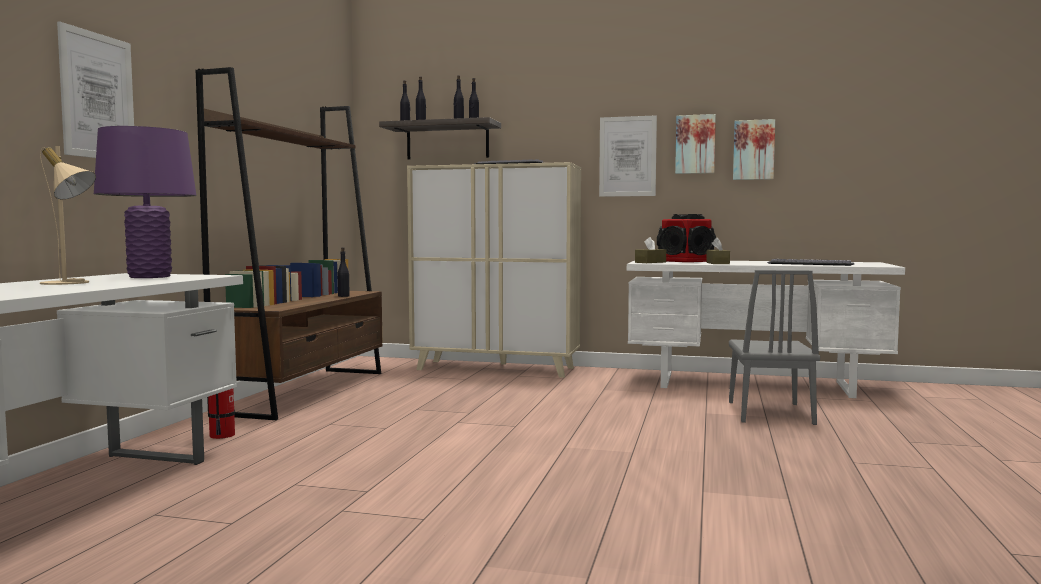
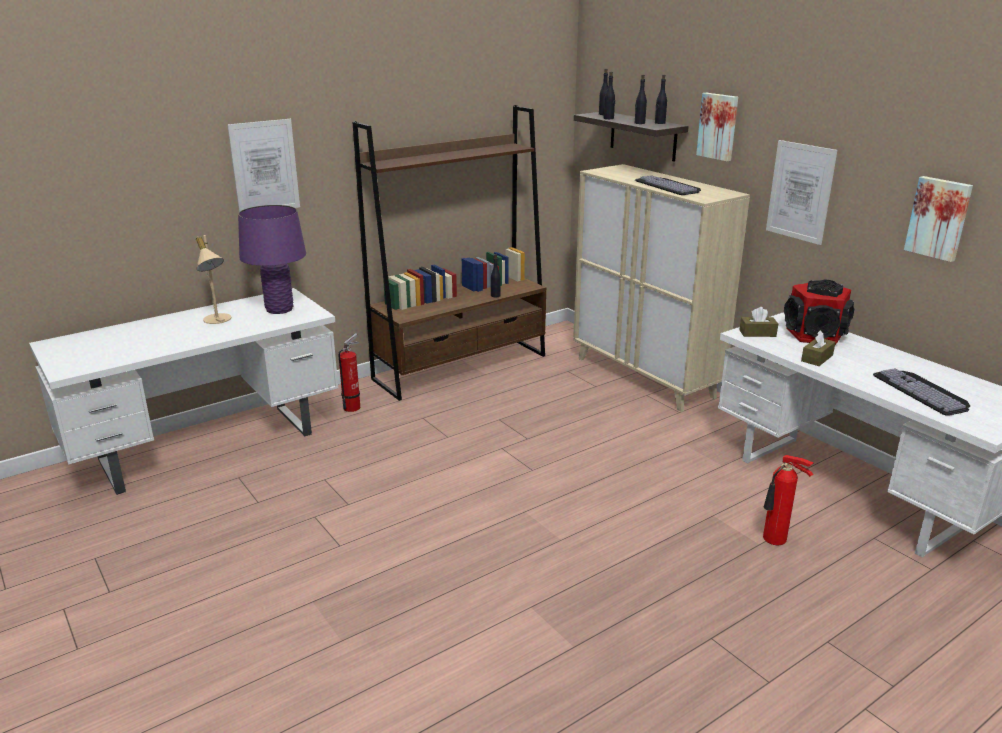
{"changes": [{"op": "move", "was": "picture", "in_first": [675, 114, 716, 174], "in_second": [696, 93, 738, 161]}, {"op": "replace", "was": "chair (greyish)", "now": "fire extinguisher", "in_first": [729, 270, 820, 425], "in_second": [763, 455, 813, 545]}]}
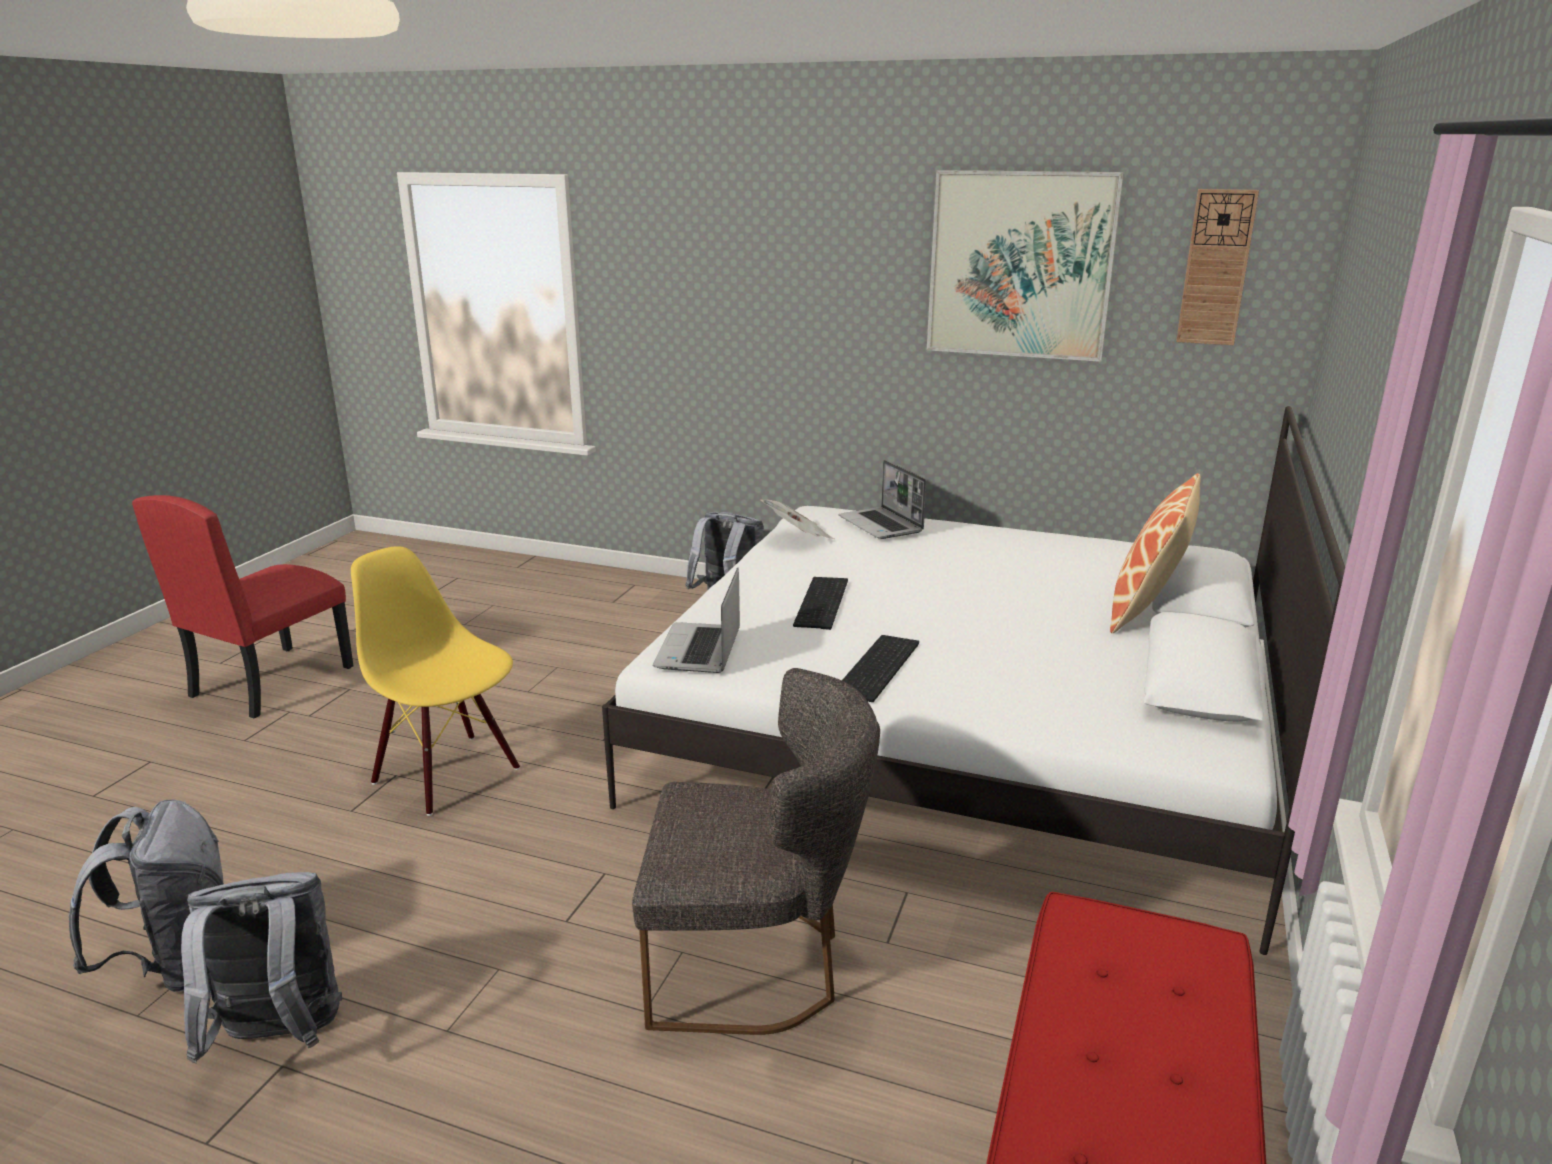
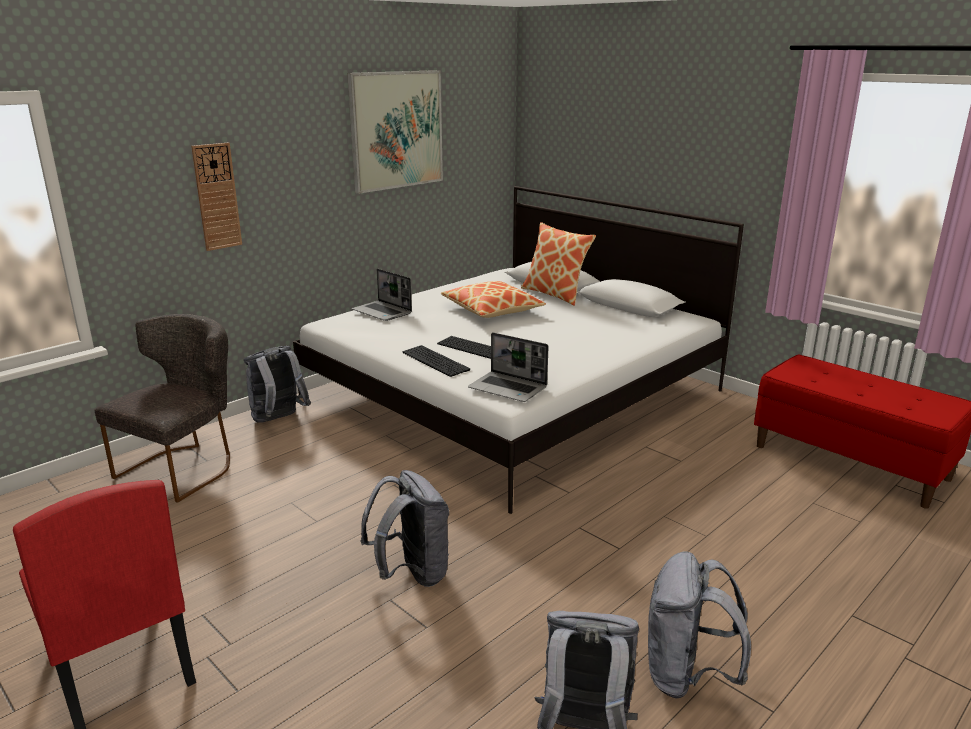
{"changes": [{"op": "move", "was": "chair (greyish)", "in_first": [632, 668, 880, 1035], "in_second": [95, 314, 230, 503]}, {"op": "move", "was": "clock on the wall", "in_first": [1176, 189, 1259, 345], "in_second": [191, 143, 242, 251]}, {"op": "rotate", "was": "notebook computer", "in_first": [839, 460, 926, 539], "in_second": [352, 269, 412, 321], "clockwise": 45}, {"op": "replace", "was": "chair (yellowish)", "now": "knapsack (greyish)", "in_first": [351, 546, 520, 816], "in_second": [360, 470, 449, 587]}, {"op": "move", "was": "computer keyboard", "in_first": [842, 635, 919, 702], "in_second": [402, 345, 470, 377]}, {"op": "insert", "now": "throw pillow", "in_second": [441, 281, 546, 318]}, {"op": "delete", "was": "daily paper", "in_first": [761, 499, 834, 539]}]}
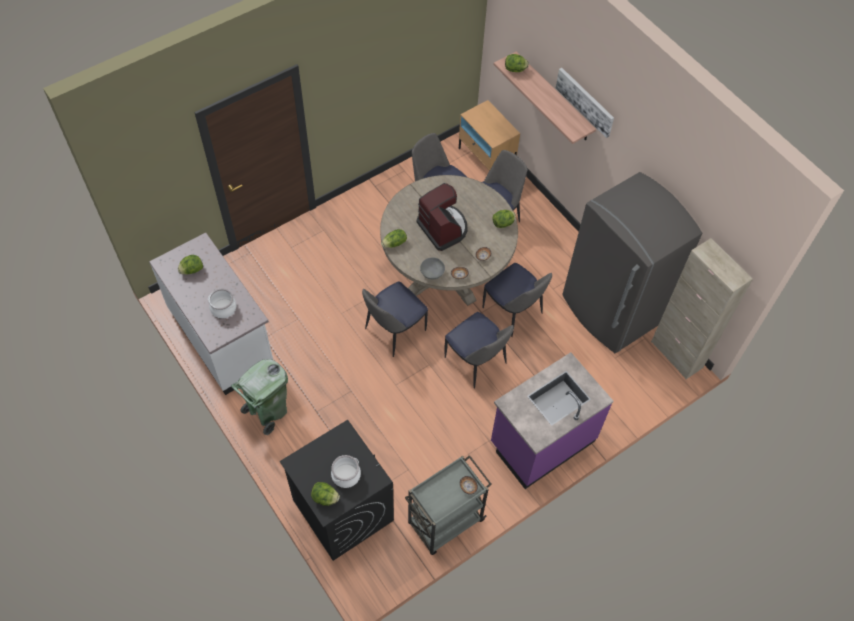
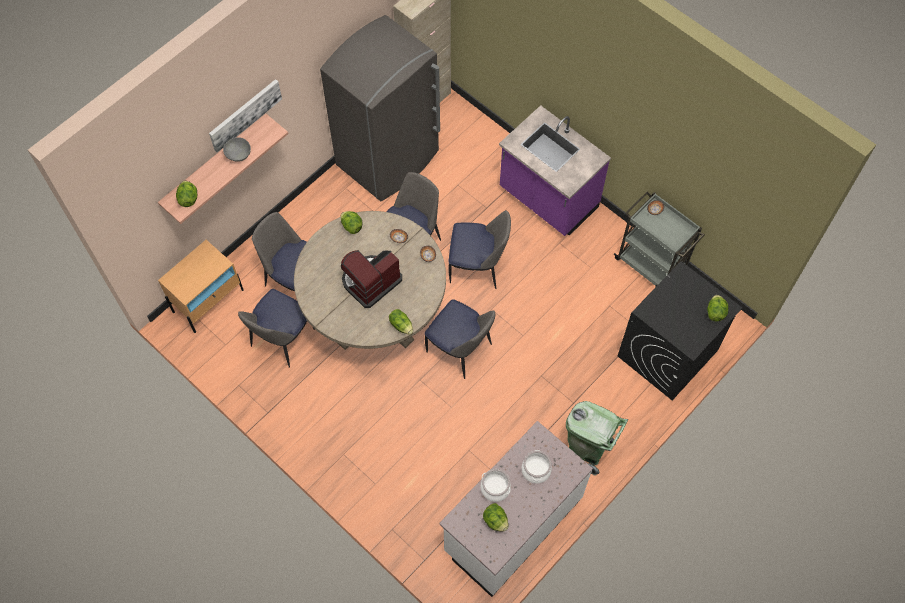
{"changes": [{"op": "move", "was": "deep dish (greyish)", "in_first": [420, 257, 445, 279], "in_second": [223, 137, 251, 162]}, {"op": "rotate", "was": "chair", "in_first": [444, 312, 514, 389], "in_second": [449, 210, 511, 289], "clockwise": 60}, {"op": "move", "was": "saucepot", "in_first": [331, 455, 361, 488], "in_second": [481, 469, 511, 502]}]}
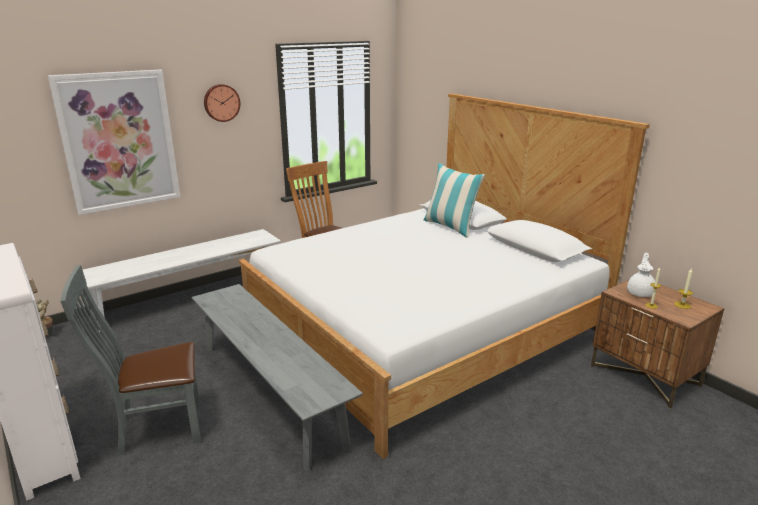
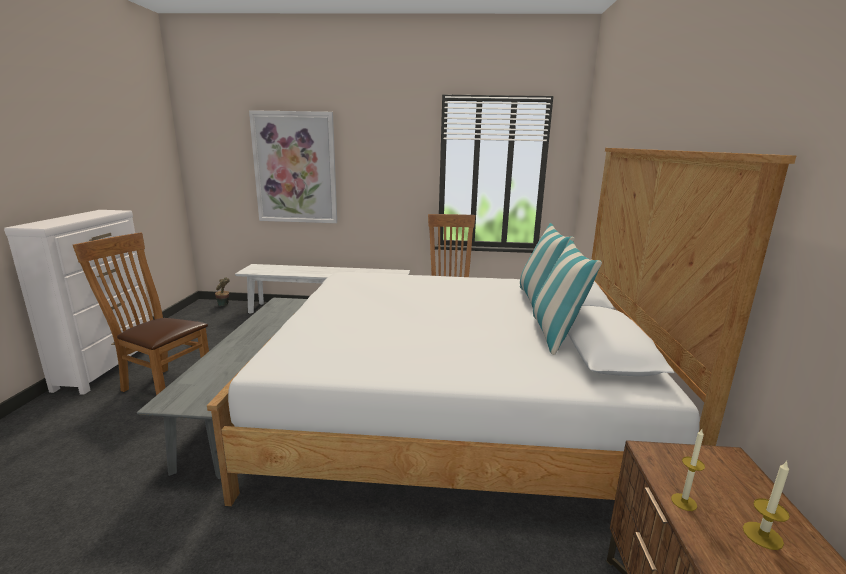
{"changes": [{"op": "recolor", "was": "chair (greyish)", "now": "chair (brown)", "in_first": [60, 265, 201, 455], "in_second": [73, 233, 209, 395]}, {"op": "insert", "now": "throw pillow", "in_second": [533, 240, 602, 355]}, {"op": "delete", "was": "clock on the wall", "in_first": [204, 84, 240, 122]}, {"op": "delete", "was": "teapot (white)", "in_first": [627, 253, 655, 297]}]}
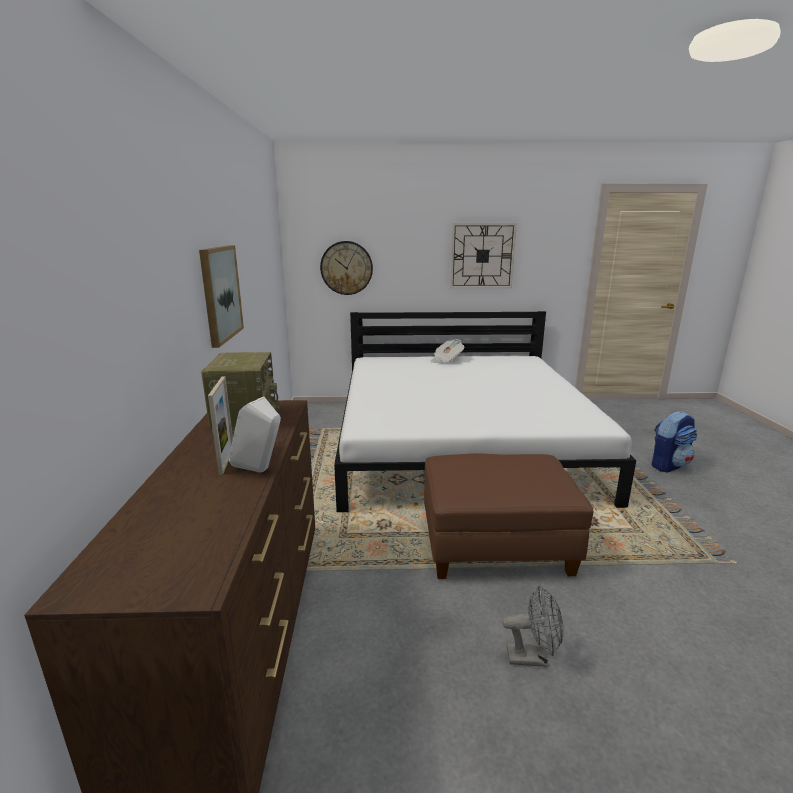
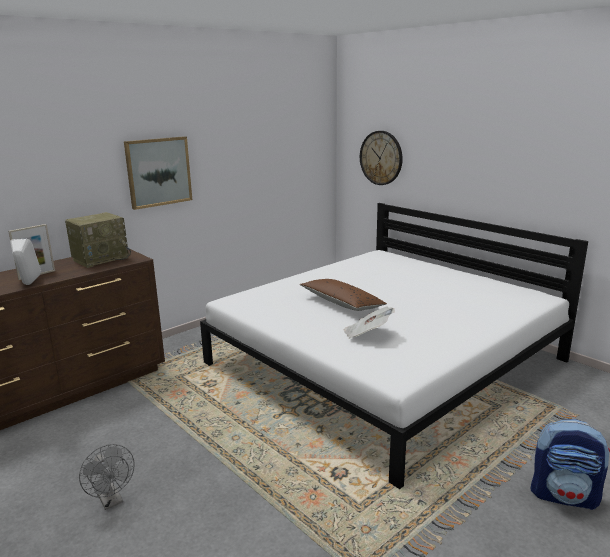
{"changes": [{"op": "insert", "now": "throw pillow (brown)", "in_second": [300, 279, 387, 311]}, {"op": "move", "was": "daily paper", "in_first": [431, 339, 464, 363], "in_second": [344, 306, 395, 339]}, {"op": "delete", "was": "pouffe (brown)", "in_first": [424, 453, 593, 579]}, {"op": "delete", "was": "clock on the wall", "in_first": [450, 223, 517, 288]}]}
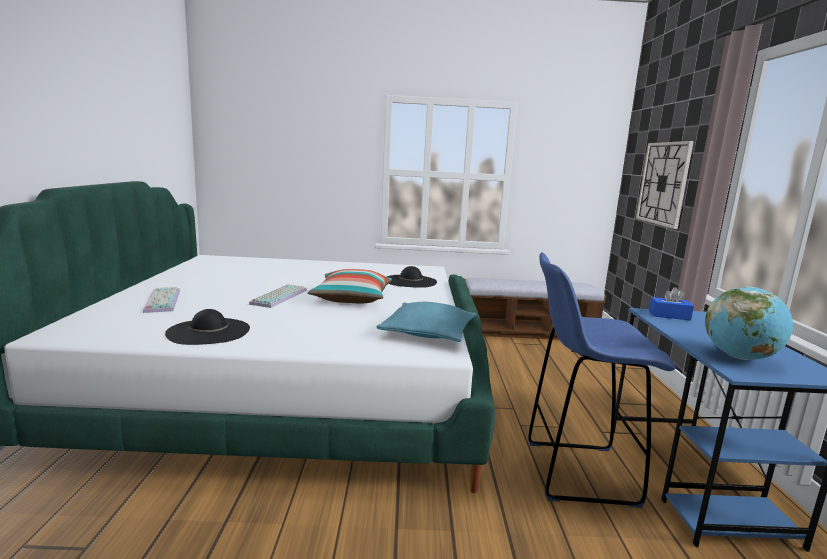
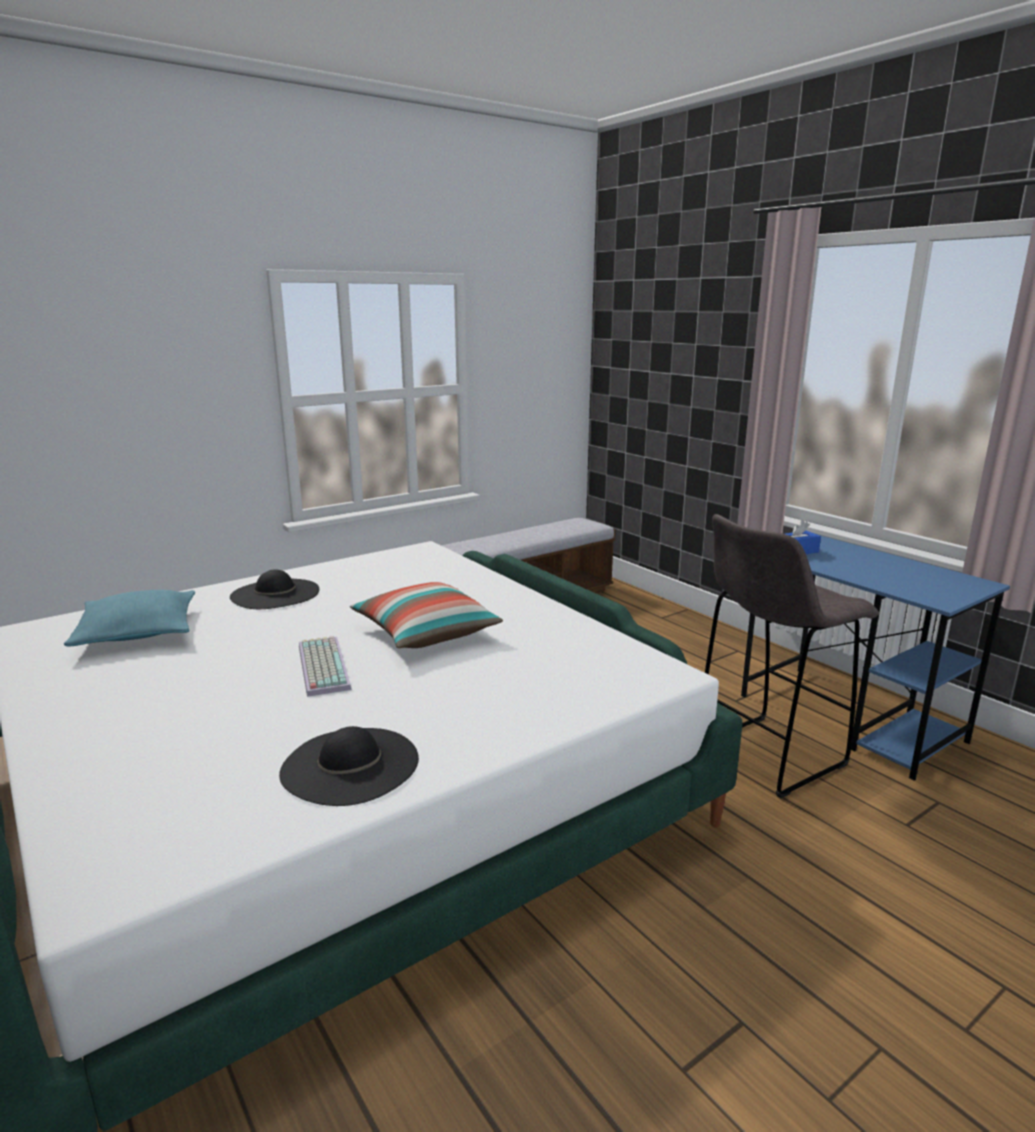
{"changes": [{"op": "move", "was": "throw pillow (turquoise)", "in_first": [376, 302, 476, 342], "in_second": [64, 590, 195, 646]}, {"op": "move", "was": "wearable hat (black)", "in_first": [387, 266, 437, 288], "in_second": [230, 569, 319, 609]}, {"op": "recolor", "was": "stool seat (bluish)", "now": "stool seat (greyish)", "in_first": [528, 252, 676, 508], "in_second": [705, 514, 879, 798]}, {"op": "delete", "was": "computer keyboard", "in_first": [143, 287, 180, 313]}, {"op": "delete", "was": "clock on the wall", "in_first": [636, 141, 694, 229]}, {"op": "delete", "was": "desk globe", "in_first": [705, 286, 793, 360]}]}
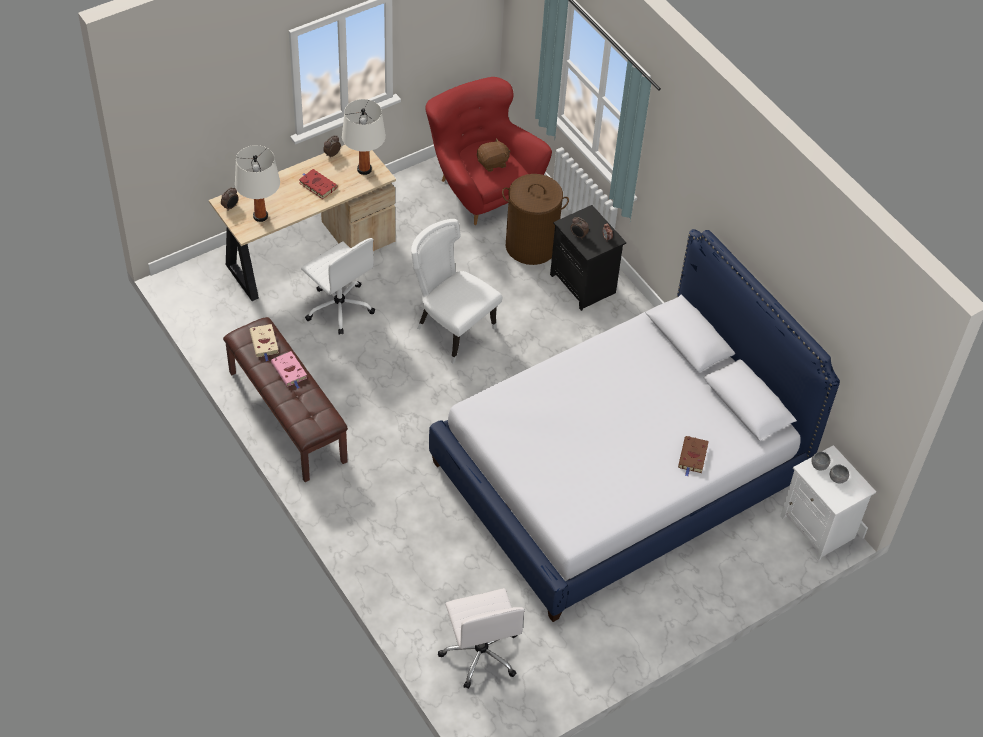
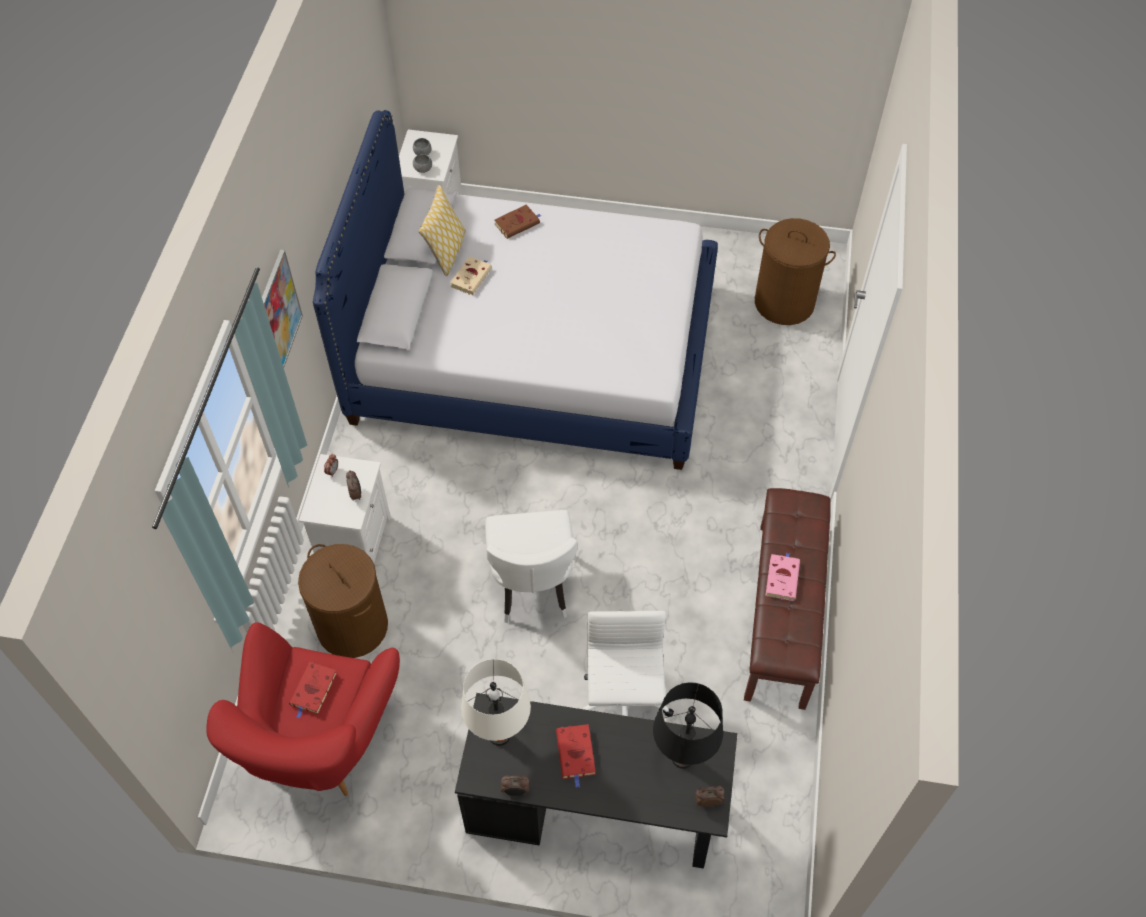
{"changes": [{"op": "insert", "now": "picture", "in_second": [262, 250, 303, 368]}, {"op": "replace", "was": "plush toy (brown)", "now": "book (red-coloured)", "in_first": [477, 138, 510, 172], "in_second": [289, 662, 337, 719]}, {"op": "recolor", "was": "night table (black)", "now": "night table (white)", "in_first": [550, 205, 626, 311], "in_second": [299, 454, 391, 563]}, {"op": "insert", "now": "throw pillow", "in_second": [419, 185, 466, 276]}, {"op": "move", "was": "book (beige)", "in_first": [250, 324, 279, 361], "in_second": [450, 256, 492, 295]}, {"op": "recolor", "was": "desk unit (beige)", "now": "desk unit (black)", "in_first": [209, 145, 396, 301], "in_second": [455, 693, 738, 869]}, {"op": "recolor", "was": "tabletop lamp (white)", "now": "tabletop lamp (black)", "in_first": [235, 145, 280, 222], "in_second": [653, 682, 723, 769]}, {"op": "replace", "was": "desk chair (white)", "now": "hamper (brown)", "in_first": [438, 588, 525, 689], "in_second": [755, 218, 836, 325]}]}
